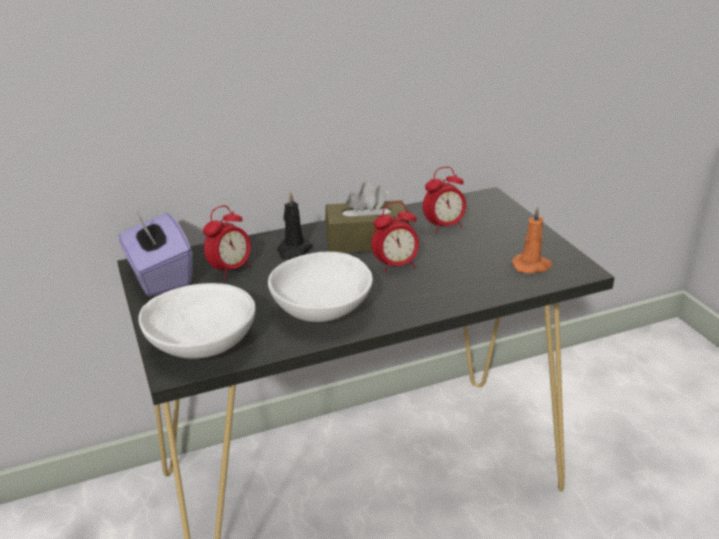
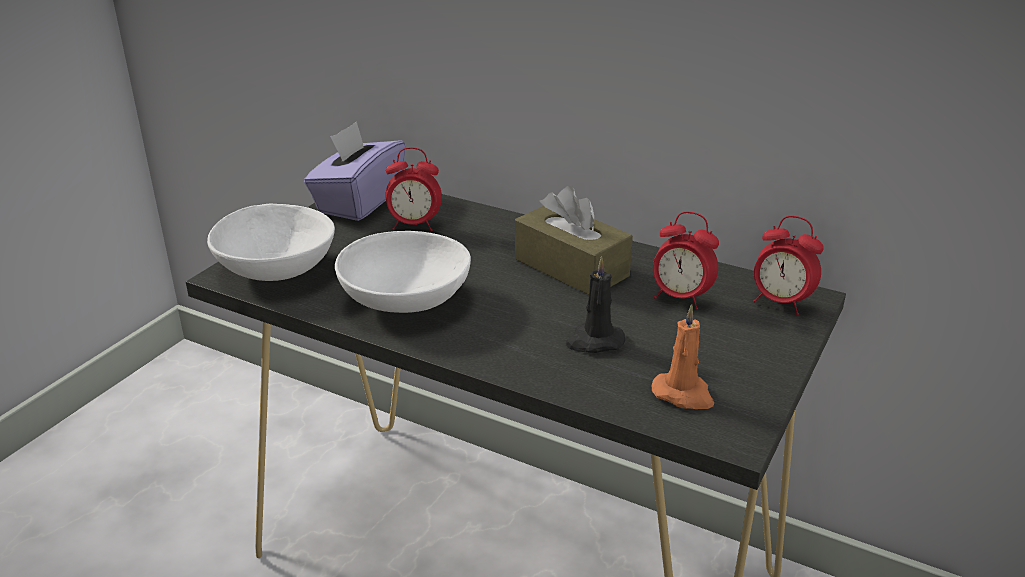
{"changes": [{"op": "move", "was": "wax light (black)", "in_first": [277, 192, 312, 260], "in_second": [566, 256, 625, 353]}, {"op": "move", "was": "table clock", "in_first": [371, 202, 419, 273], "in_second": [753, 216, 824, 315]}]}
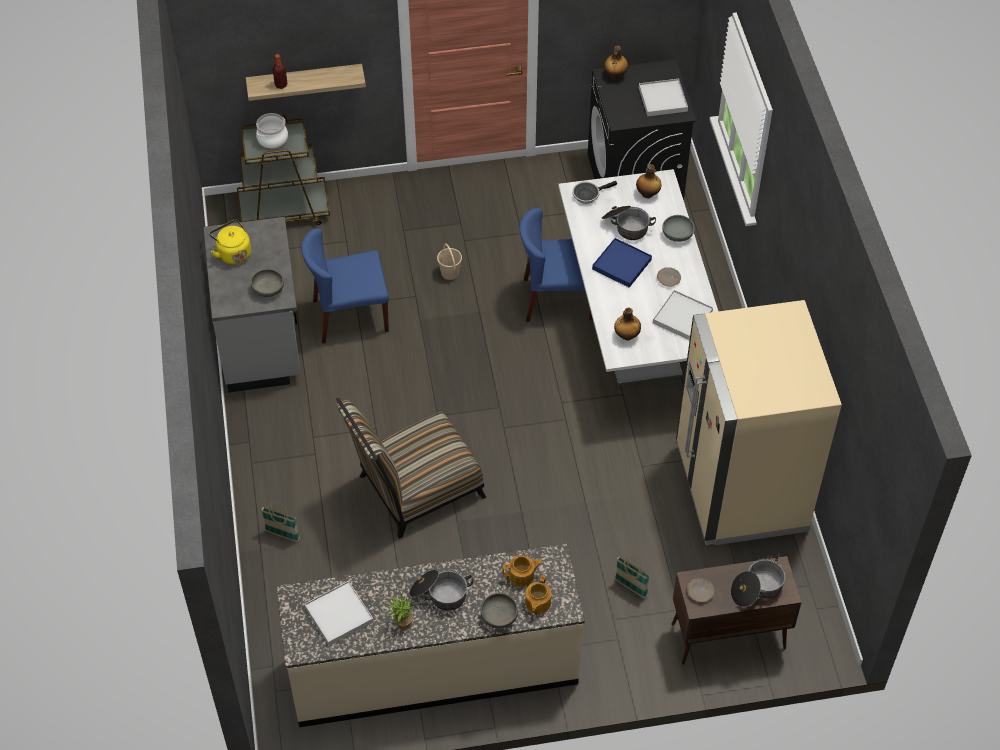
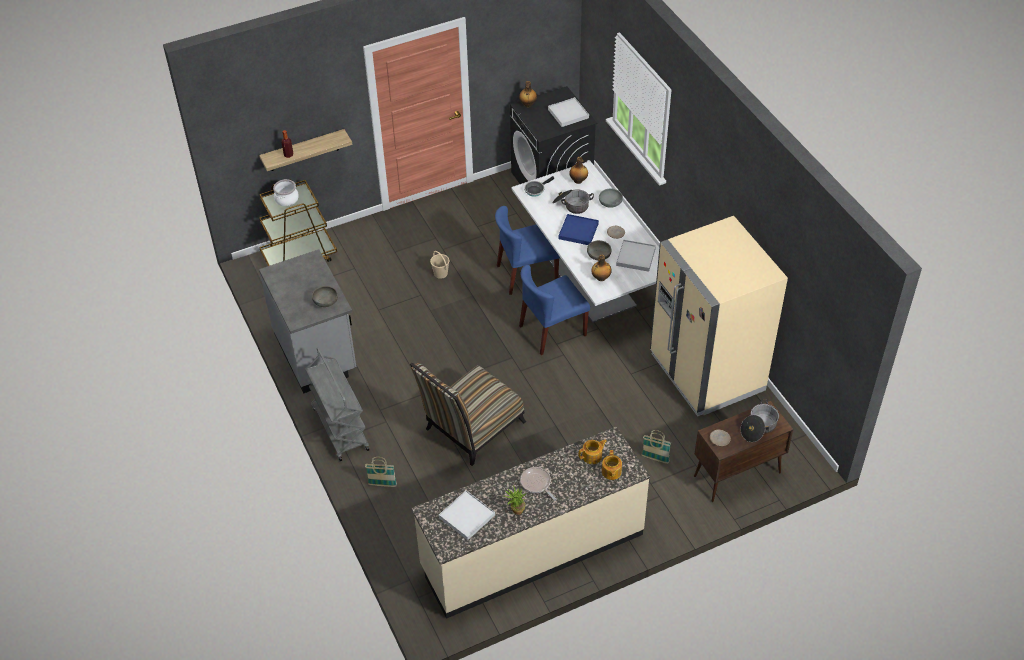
{"changes": [{"op": "insert", "now": "wheeled cart (greyish)", "in_second": [306, 347, 370, 461]}, {"op": "move", "was": "chair (bluish)", "in_first": [301, 228, 389, 344], "in_second": [519, 265, 590, 355]}, {"op": "replace", "was": "saucepot", "now": "skillet", "in_first": [409, 570, 474, 611], "in_second": [520, 467, 557, 501]}, {"op": "move", "was": "deep dish (greyish)", "in_first": [481, 593, 518, 629], "in_second": [587, 240, 611, 260]}, {"op": "delete", "was": "kettle (yellowish)", "in_first": [209, 219, 251, 265]}]}
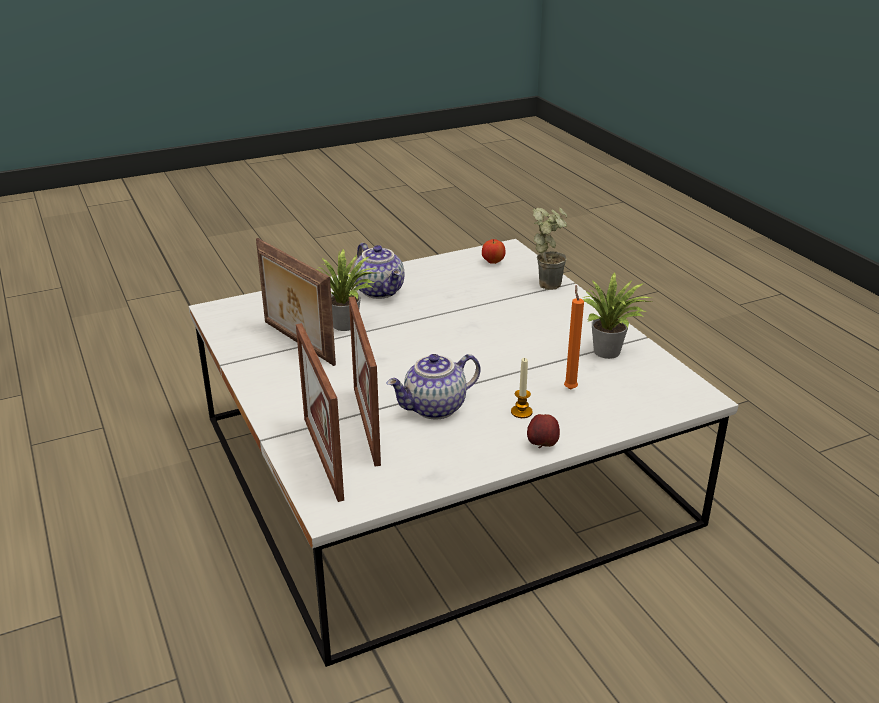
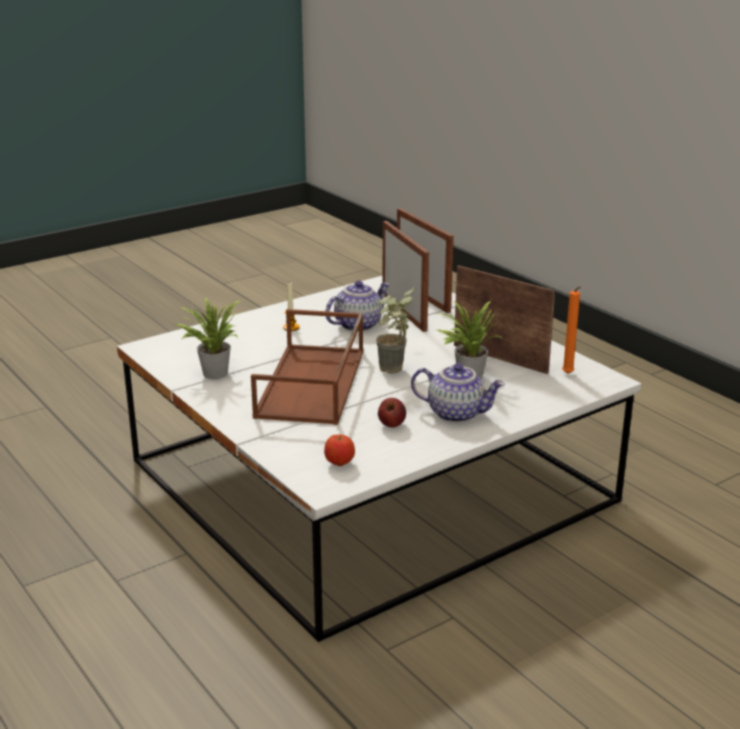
{"changes": [{"op": "insert", "now": "serving tray (brown)", "in_second": [251, 309, 363, 425]}, {"op": "move", "was": "potted plant", "in_first": [533, 208, 567, 290], "in_second": [376, 287, 414, 374]}, {"op": "move", "was": "whole apple", "in_first": [527, 414, 560, 448], "in_second": [378, 398, 406, 427]}, {"op": "rotate", "was": "teapot", "in_first": [354, 243, 404, 299], "in_second": [411, 363, 505, 423], "clockwise": 150}, {"op": "move", "was": "wax light (orangey)", "in_first": [564, 285, 584, 390], "in_second": [562, 287, 581, 374]}]}
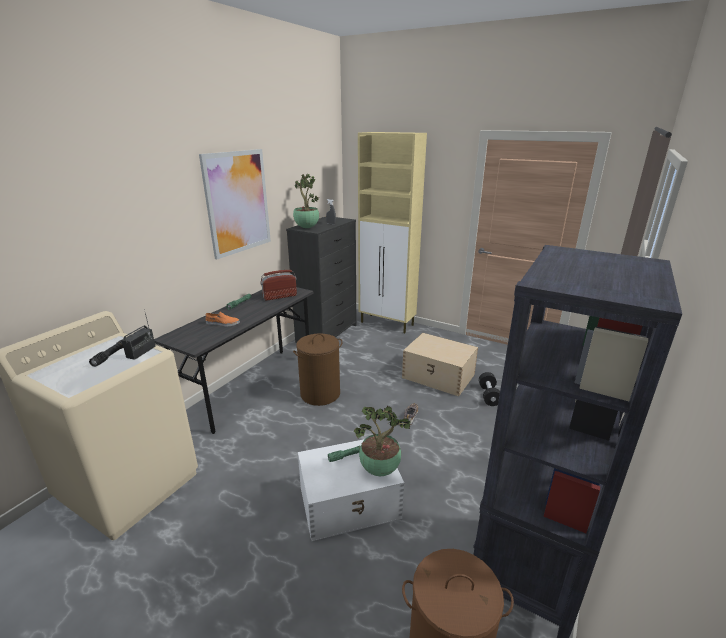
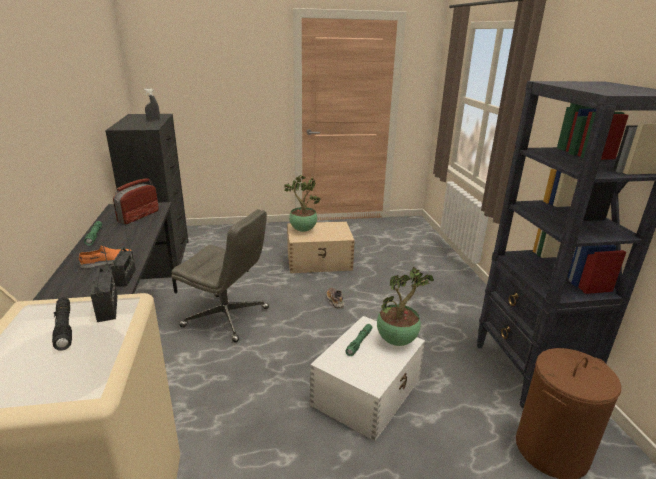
{"changes": [{"op": "insert", "now": "radio set", "in_second": [110, 229, 136, 287]}, {"op": "replace", "was": "hamper (brown)", "now": "desk chair (greyish)", "in_first": [293, 333, 342, 406], "in_second": [171, 209, 269, 343]}, {"op": "move", "was": "potted plant", "in_first": [293, 174, 319, 228], "in_second": [284, 175, 321, 232]}, {"op": "delete", "was": "picture", "in_first": [199, 149, 271, 259]}, {"op": "delete", "was": "storage cabinet (beige)", "in_first": [358, 132, 427, 333]}, {"op": "delete", "was": "free weight (black)", "in_first": [479, 372, 500, 406]}]}
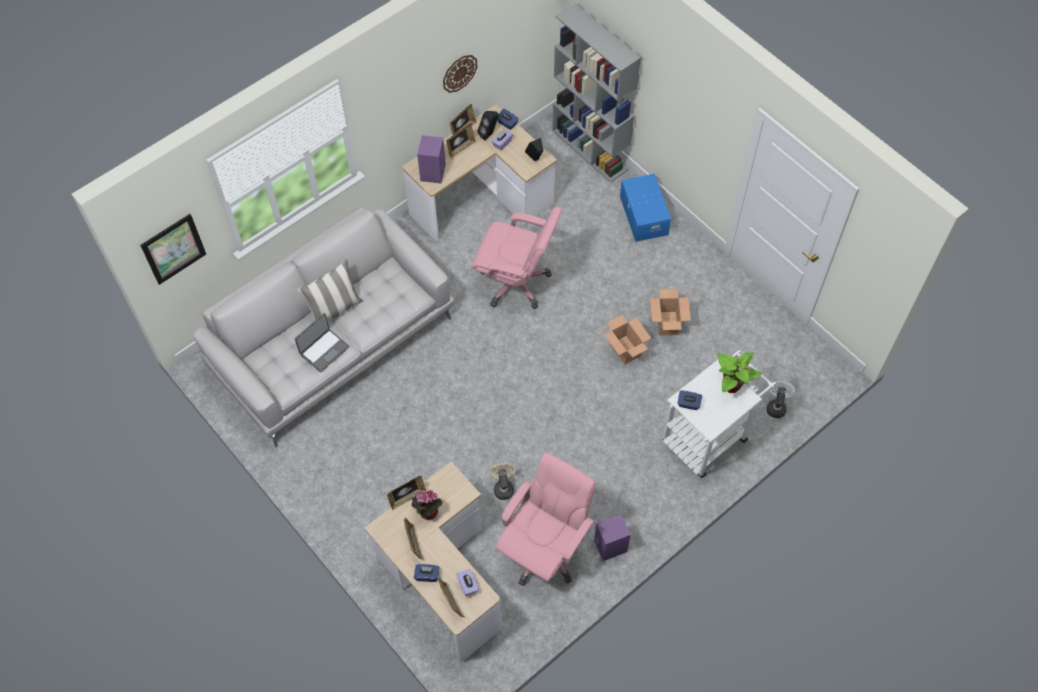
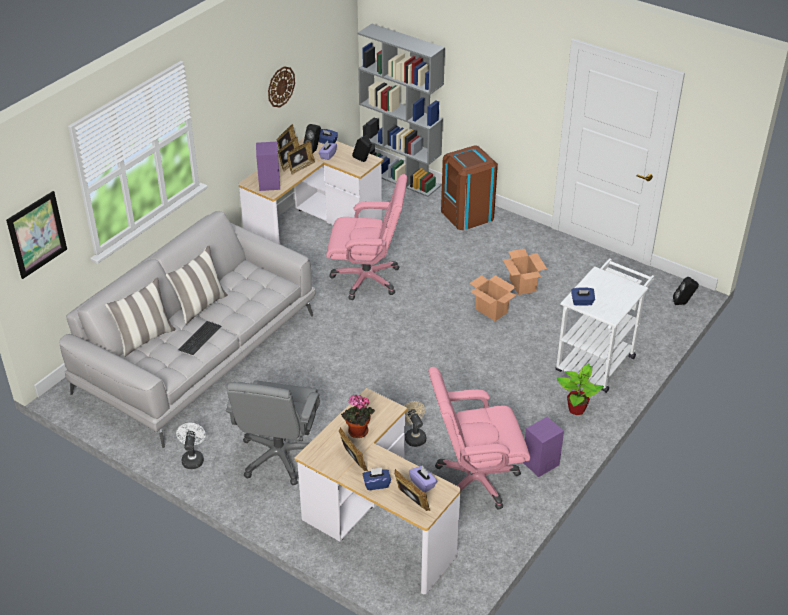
{"changes": [{"op": "insert", "now": "throw pillow", "in_second": [105, 277, 176, 357]}, {"op": "move", "was": "electric fan (white)", "in_first": [767, 381, 795, 418], "in_second": [176, 423, 206, 469]}, {"op": "replace", "was": "notebook computer", "now": "computer keyboard", "in_first": [295, 313, 350, 372], "in_second": [178, 321, 221, 355]}, {"op": "insert", "now": "desk chair (greyish)", "in_second": [226, 380, 320, 485]}, {"op": "move", "was": "standing frame", "in_first": [387, 476, 427, 510], "in_second": [287, 141, 315, 174]}, {"op": "rotate", "was": "desk chair (pink-coloured)", "in_first": [496, 453, 596, 586], "in_second": [428, 367, 530, 509], "clockwise": -120}, {"op": "replace", "was": "storage bin (bluish)", "now": "trash can (brown)", "in_first": [620, 174, 671, 242], "in_second": [441, 145, 498, 230]}, {"op": "move", "was": "potted plant", "in_first": [718, 352, 762, 393], "in_second": [557, 364, 604, 415]}, {"op": "insert", "now": "loudspeaker (black)", "in_second": [673, 277, 699, 305]}]}
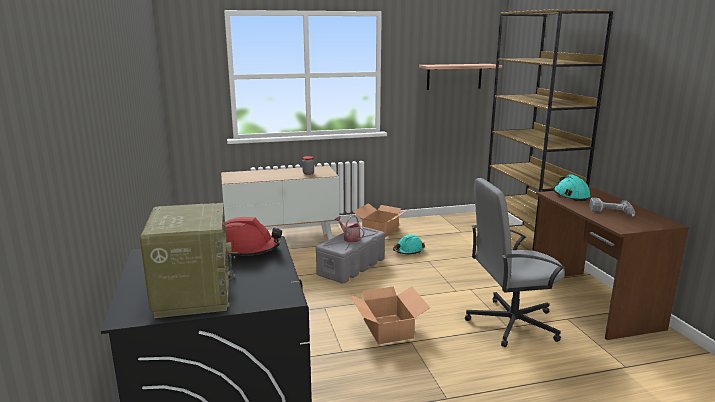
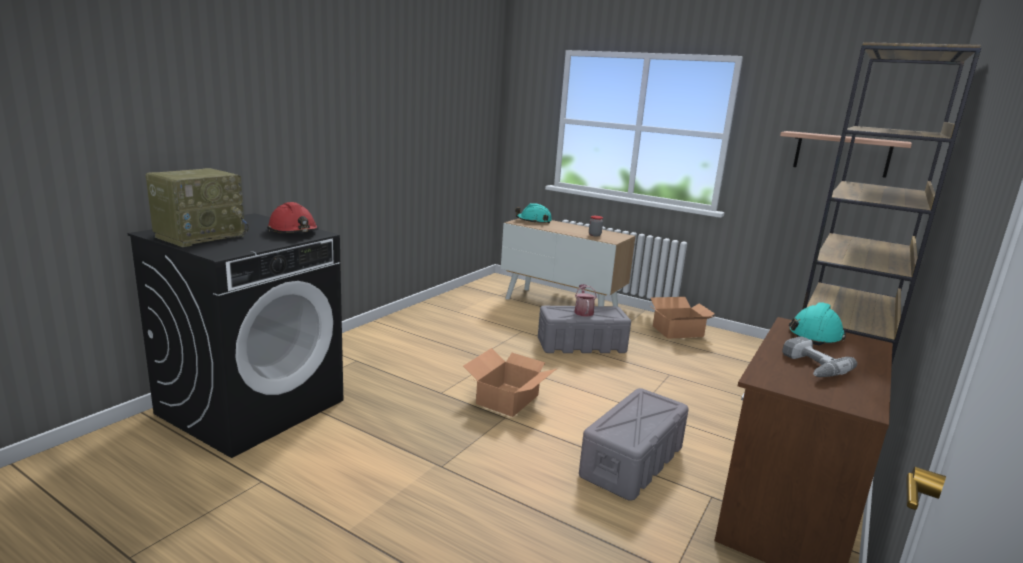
{"changes": [{"op": "move", "was": "work helmet (turquoise)", "in_first": [393, 235, 425, 254], "in_second": [515, 203, 552, 224]}, {"op": "replace", "was": "desk chair (greyish)", "now": "storage bin (greyish)", "in_first": [465, 178, 565, 347], "in_second": [579, 388, 689, 501]}]}
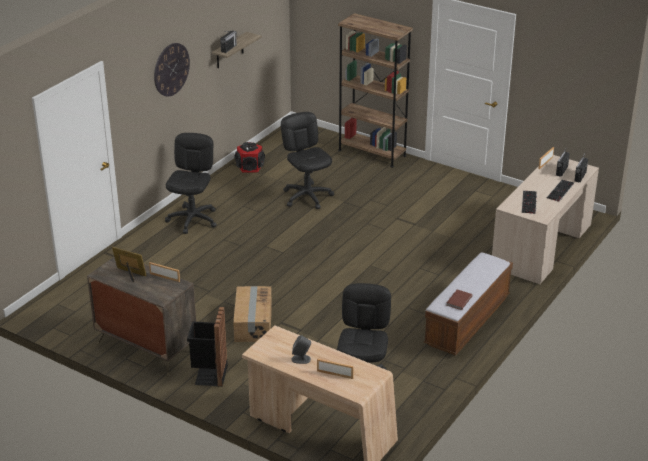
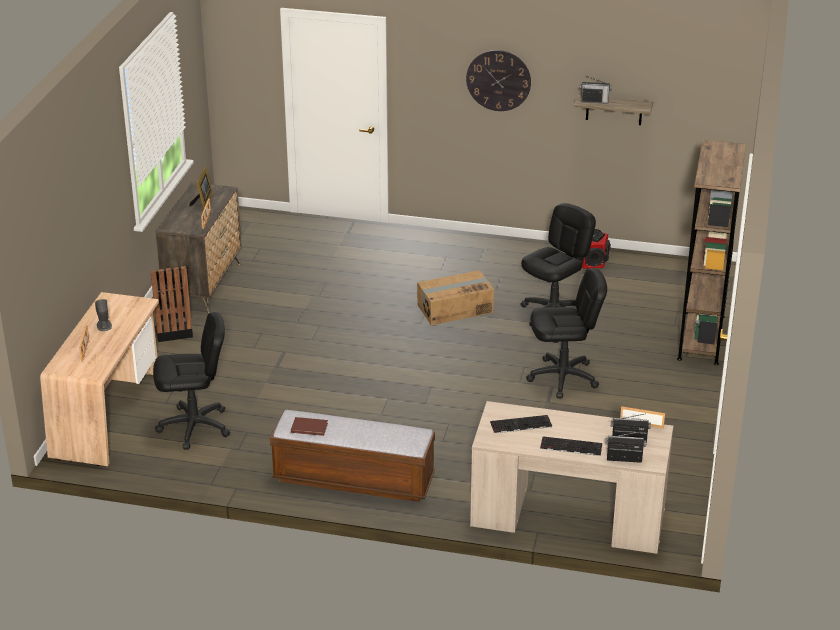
{"changes": [{"op": "move", "was": "cardboard box", "in_first": [233, 286, 272, 342], "in_second": [417, 270, 494, 325]}, {"op": "move", "was": "desk chair (black)", "in_first": [165, 133, 217, 234], "in_second": [526, 268, 607, 399]}]}
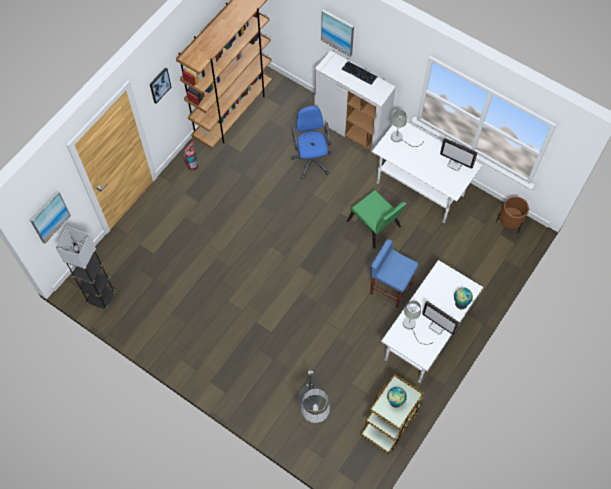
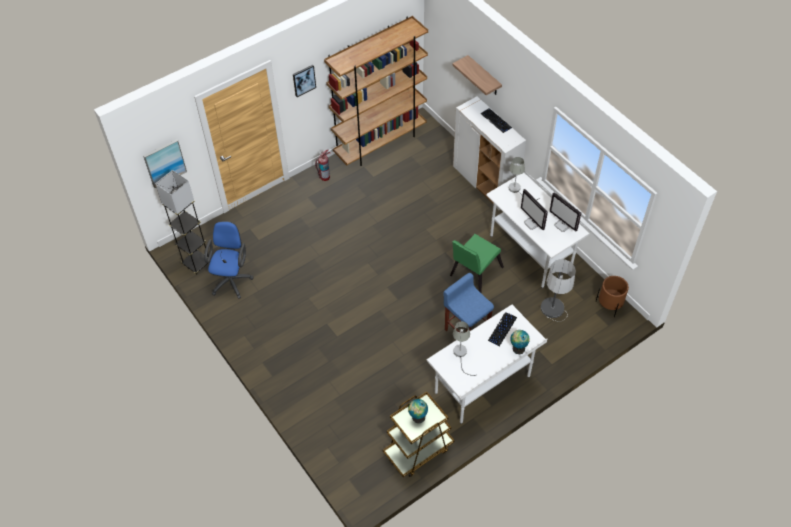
{"changes": [{"op": "move", "was": "desk chair (bluish)", "in_first": [291, 105, 331, 179], "in_second": [204, 221, 254, 299]}, {"op": "rotate", "was": "chair (greenish)", "in_first": [347, 190, 406, 249], "in_second": [450, 234, 504, 293], "clockwise": 60}, {"op": "replace", "was": "picture", "now": "bracket shelf", "in_first": [321, 9, 354, 57], "in_second": [452, 55, 502, 95]}, {"op": "insert", "now": "computer keyboard", "in_second": [488, 312, 517, 346]}, {"op": "move", "was": "computer display", "in_first": [422, 301, 460, 335], "in_second": [521, 189, 548, 230]}, {"op": "move", "was": "standard lamp", "in_first": [298, 370, 330, 423], "in_second": [541, 259, 576, 322]}]}
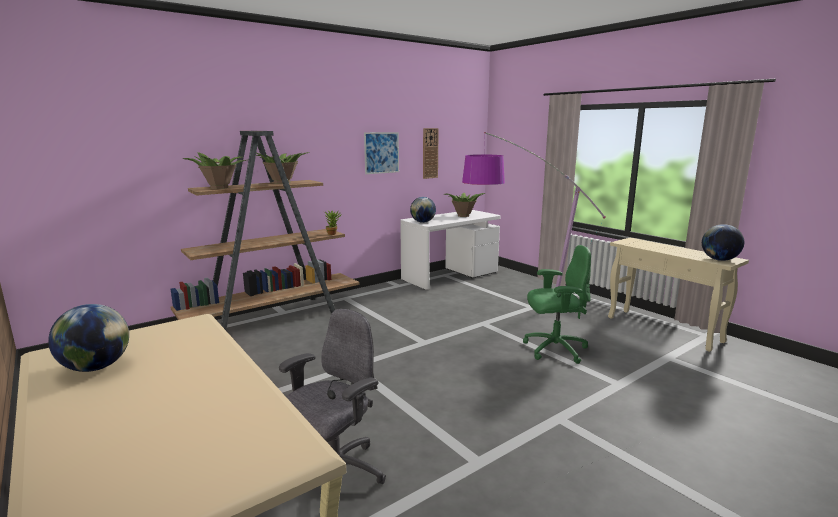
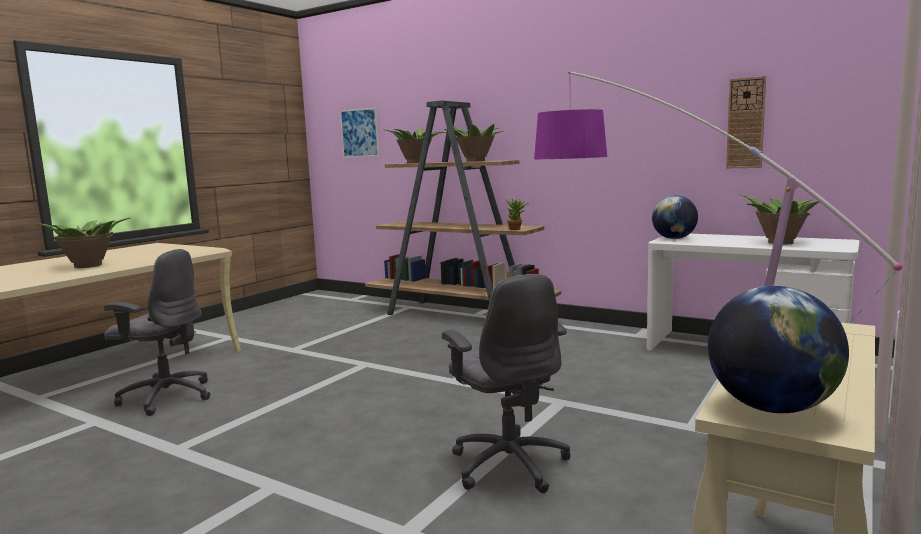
{"changes": [{"op": "insert", "now": "potted plant", "in_second": [31, 218, 130, 268]}, {"op": "move", "was": "picture", "in_first": [364, 132, 399, 174], "in_second": [340, 107, 379, 158]}, {"op": "recolor", "was": "desk chair (greenish)", "now": "desk chair (greyish)", "in_first": [523, 245, 591, 364], "in_second": [442, 274, 571, 493]}, {"op": "delete", "was": "desk globe", "in_first": [48, 304, 129, 372]}]}
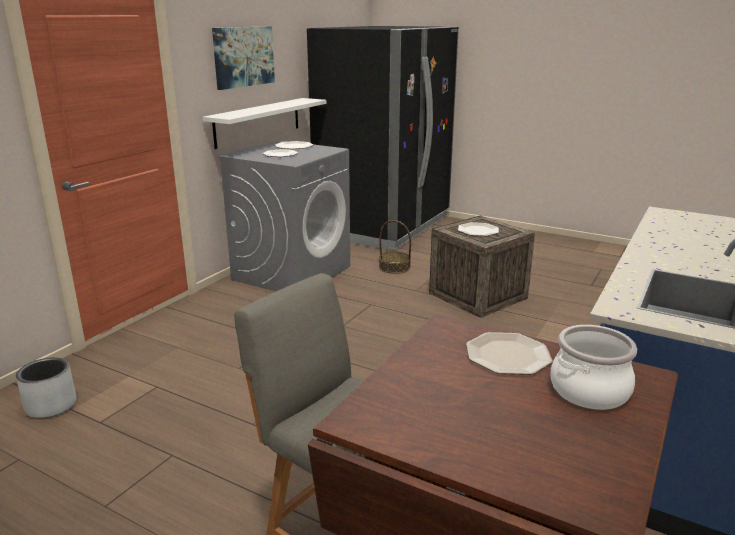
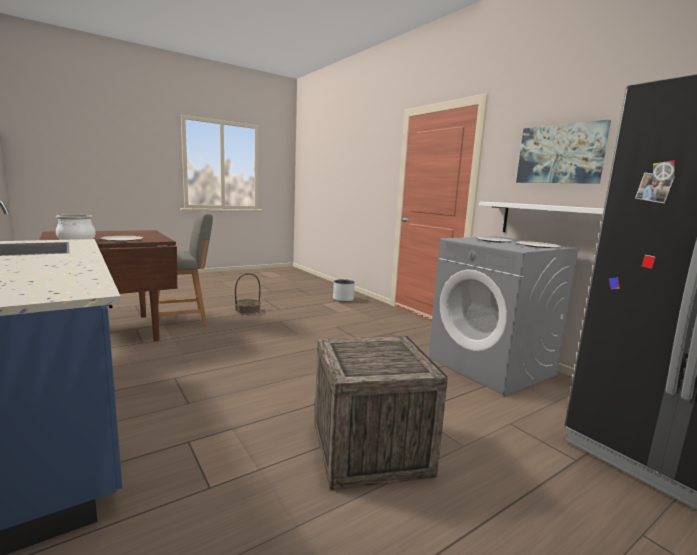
{"changes": [{"op": "move", "was": "storage basket", "in_first": [379, 220, 411, 274], "in_second": [235, 273, 261, 315]}, {"op": "delete", "was": "plate", "in_first": [458, 222, 499, 236]}]}
